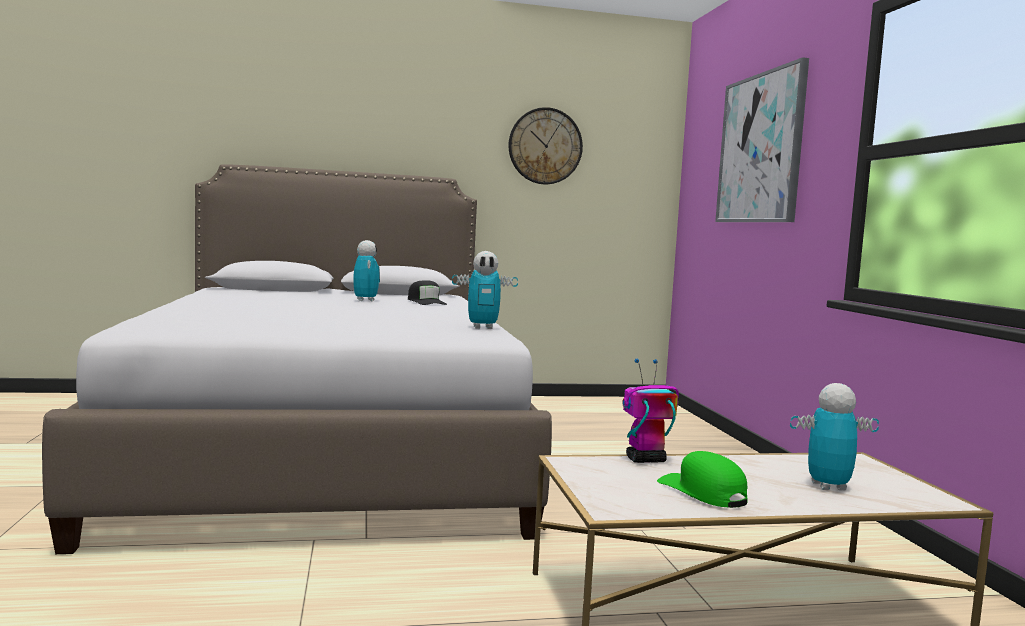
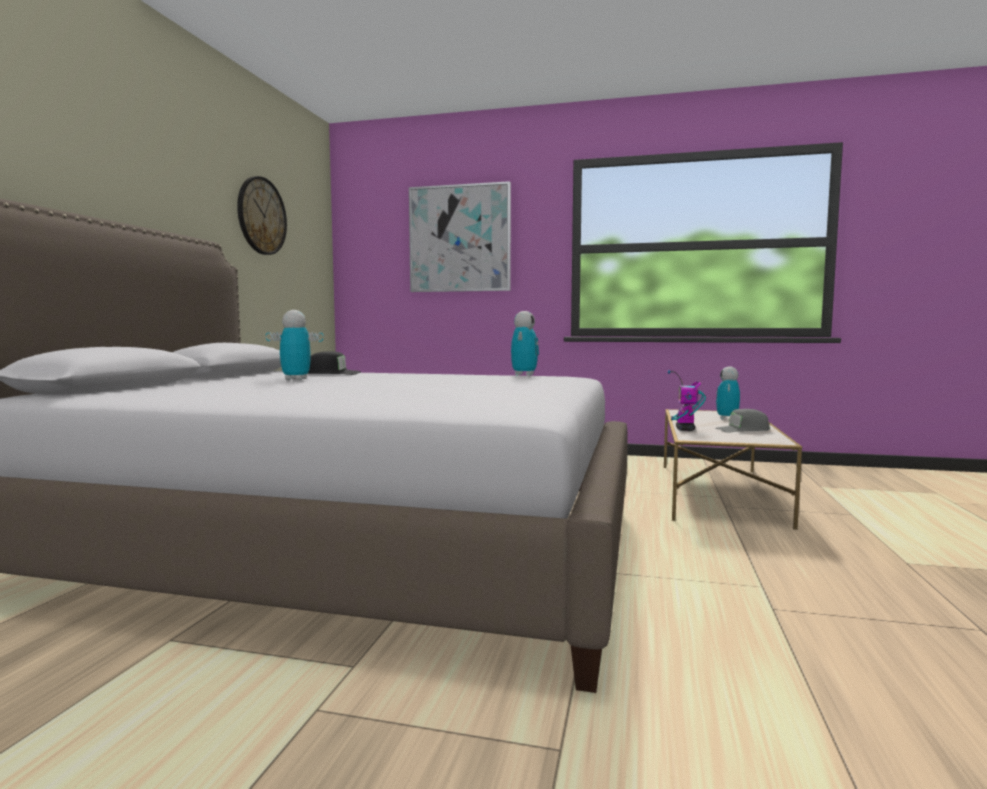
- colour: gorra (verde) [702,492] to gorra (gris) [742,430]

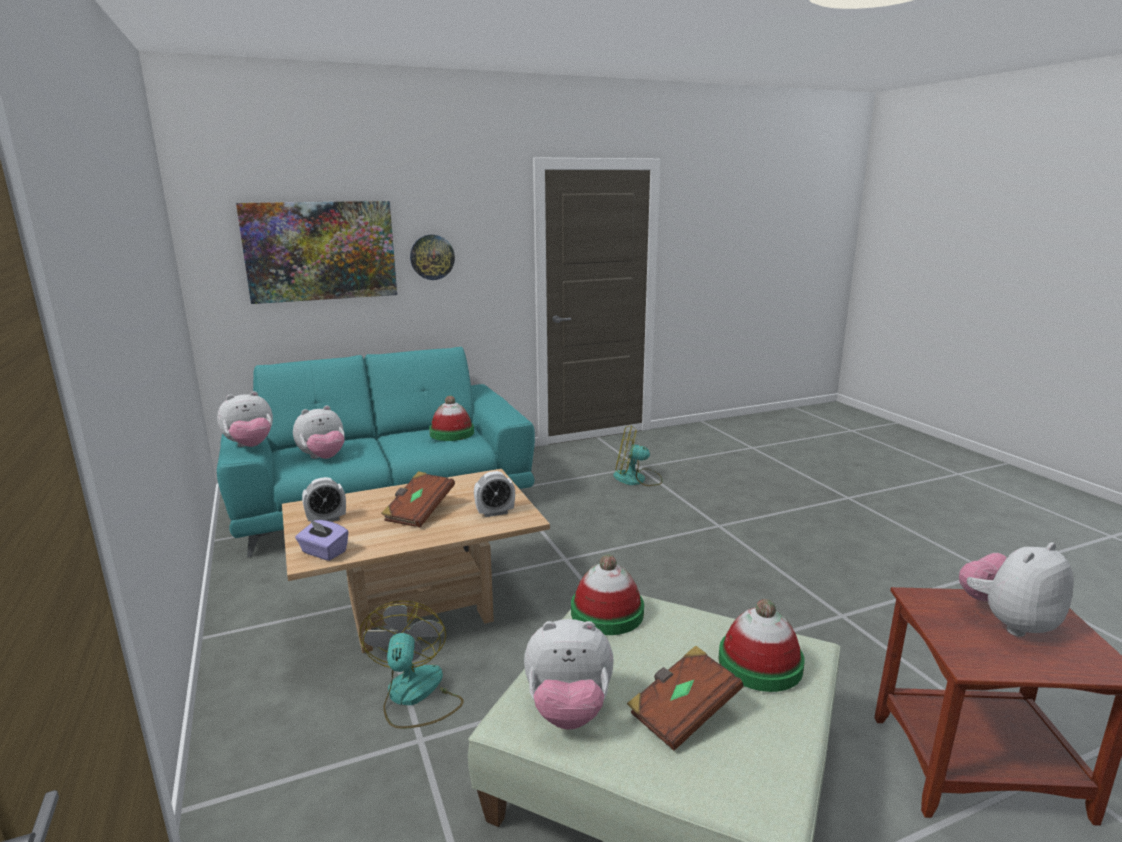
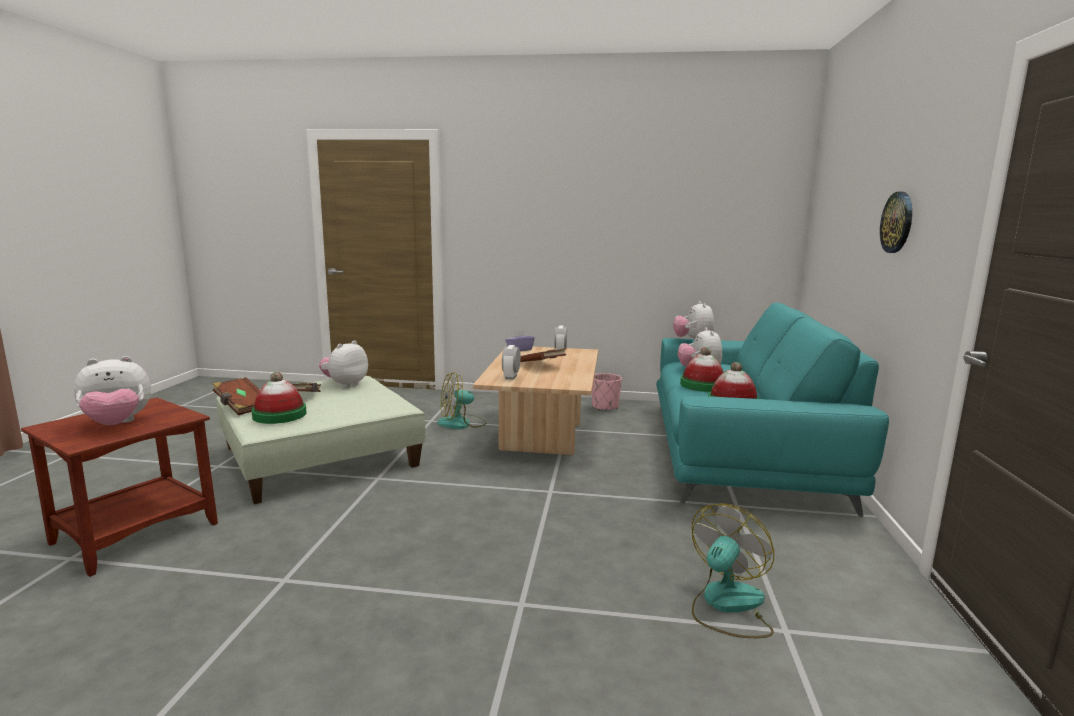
- missing: cuadro [320,251]
- appeared: libro (marrón) [242,406]
- appeared: maceta (rosa) [605,407]
- relocated: sombrero [607,613] to [702,385]
- spun: ventilador [414,696] = [461,423] 135 degrees clockwise
- spun: peluche [1008,622] = [117,425] 60 degrees clockwise

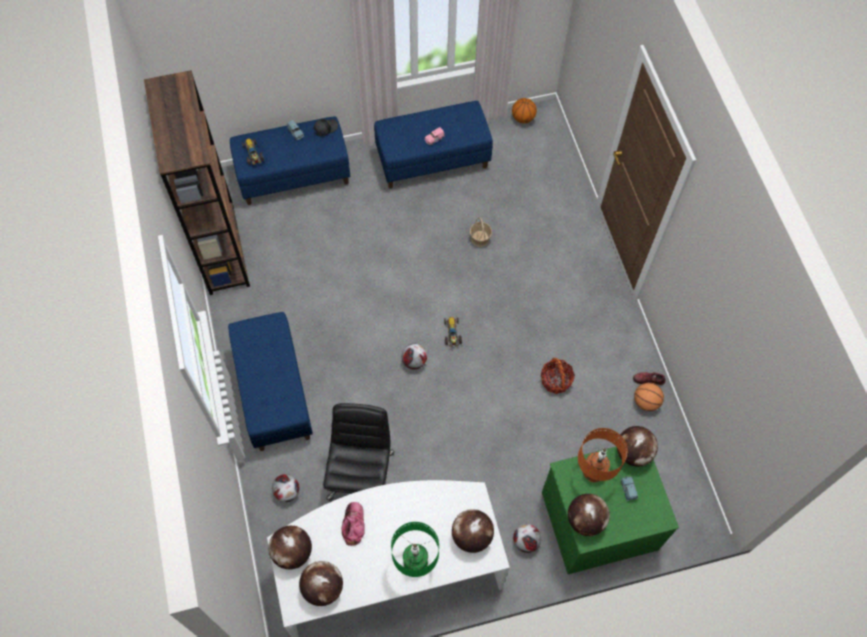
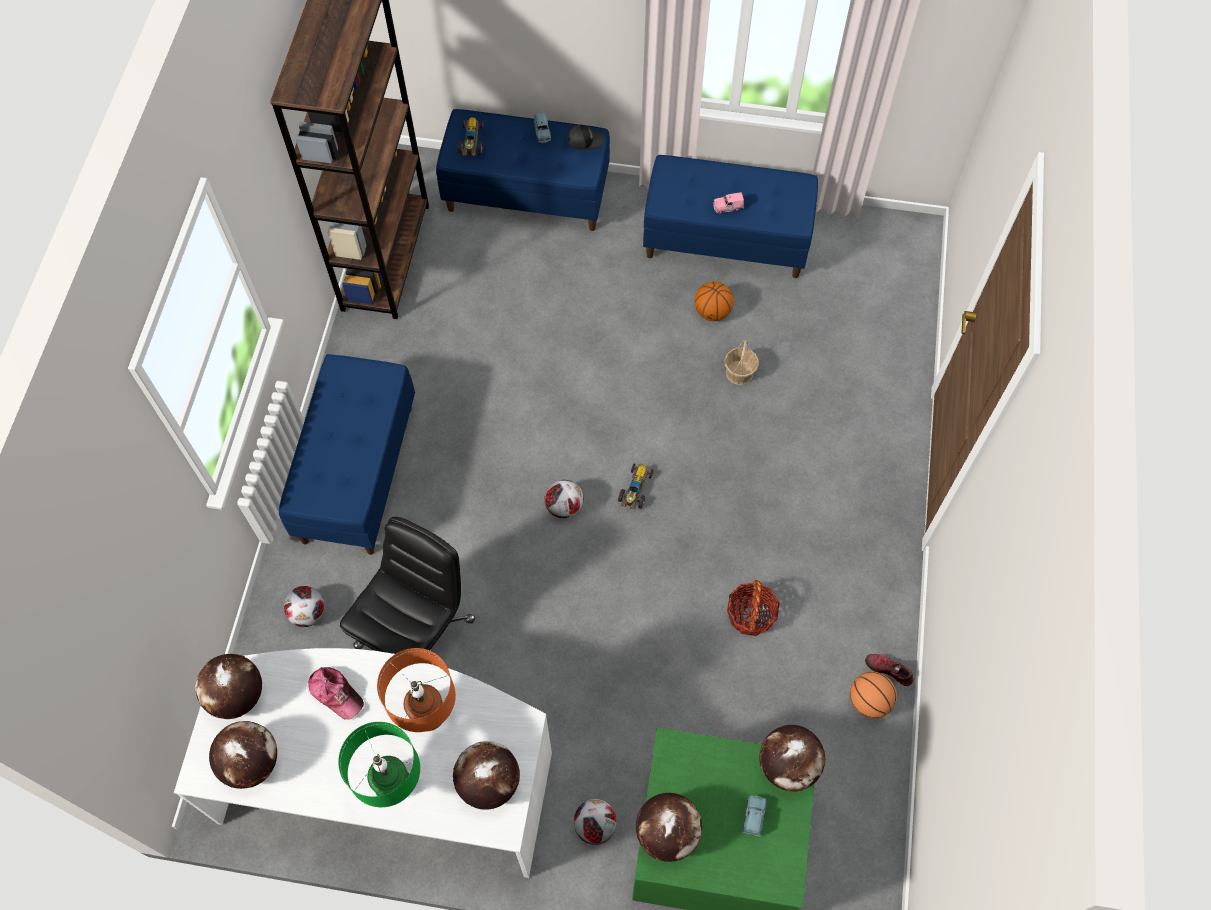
- relocated: balón de baloncesto [523,118] to [712,312]
- relocated: lámpara de mesa (naranja) [594,471] to [427,713]
- spun: gorra [353,525] = [336,693] 105 degrees clockwise

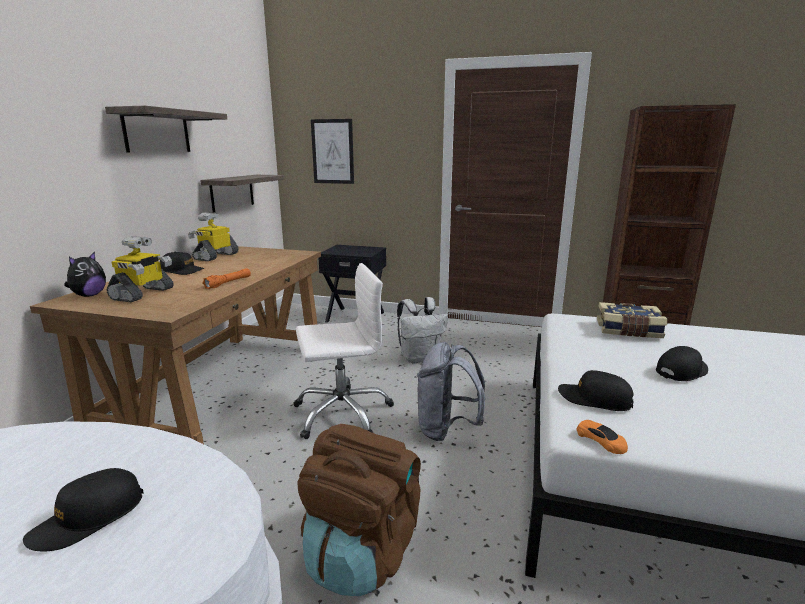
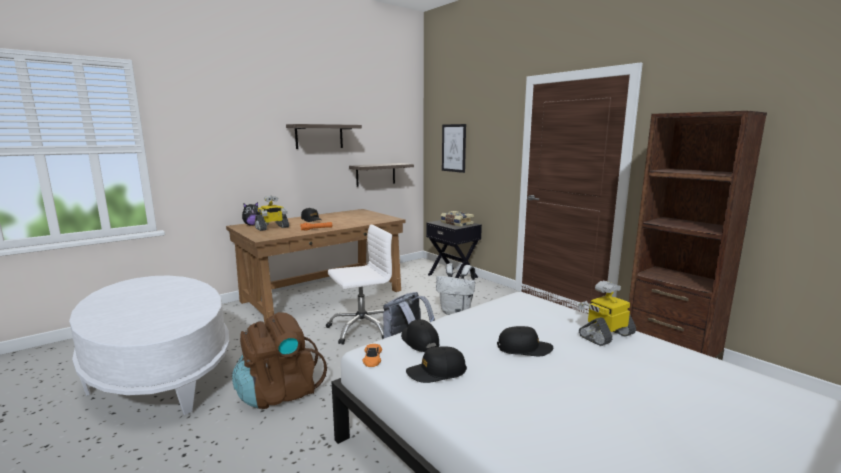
- relocated: gorra (negro) [88,518] to [436,372]
- relocated: robot de juguete [215,256] to [605,335]
- relocated: libro [628,331] to [456,224]
- spun: silla de oficina (blanco) [342,413] = [362,328] 45 degrees counterclockwise

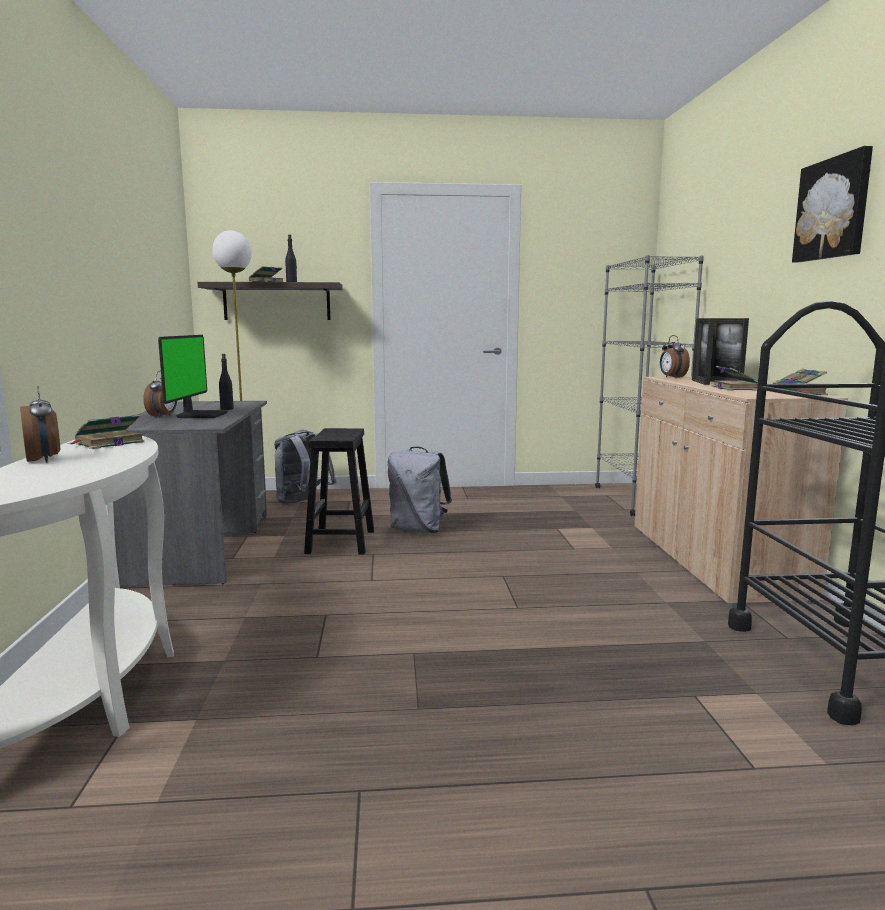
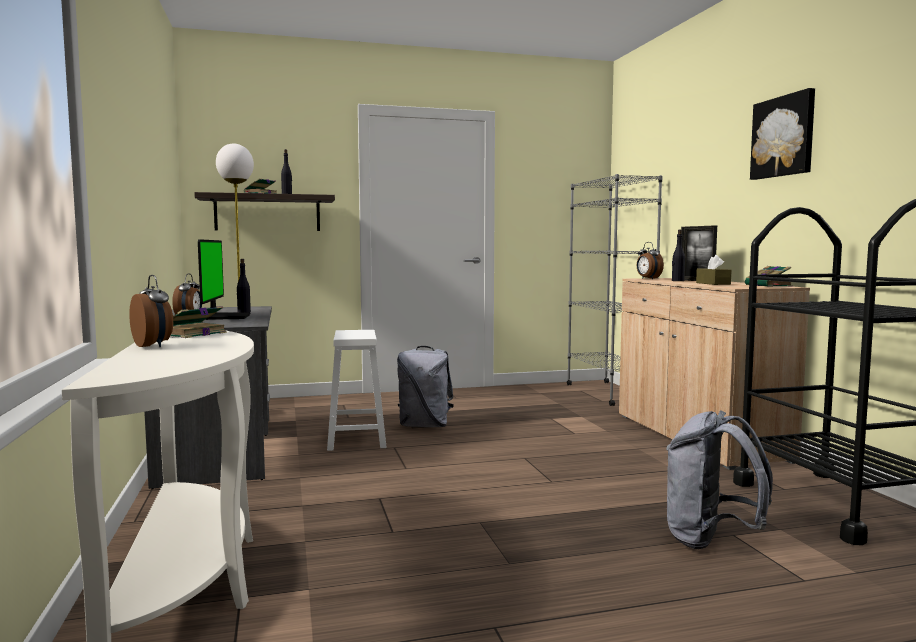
- relocated: mochila (gris) [302,502] to [710,540]
- exchanged: portarretratos [700,382] to botella (negro) [677,281]
- exchanged: libro [734,388] to caja de pañuelos (marrón) [713,283]
- colour: taburete (negro) [341,542] to taburete (blanco) [357,439]

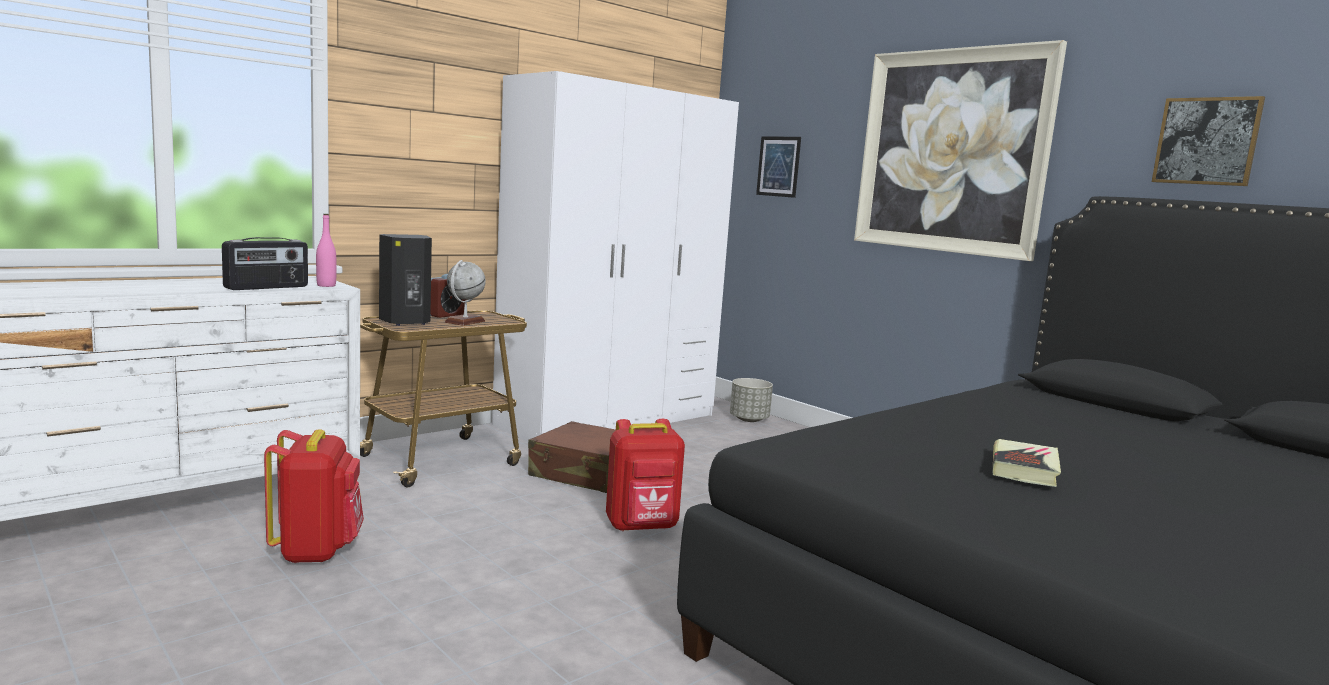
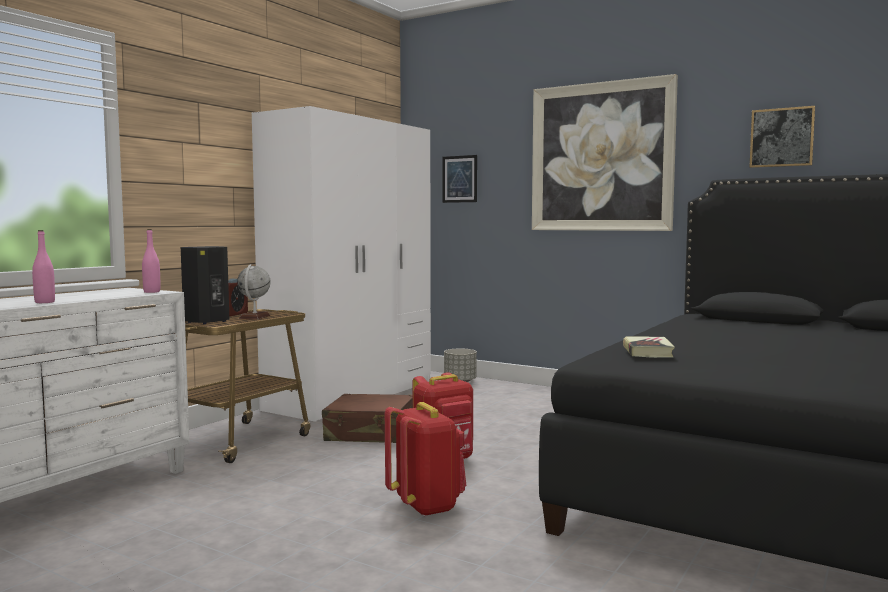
- missing: radio [267,287]
- appeared: botella (rosa) [44,302]
- relocated: mochila (rojo) [316,551] to [426,506]
- relocated: libro [1024,469] to [648,352]

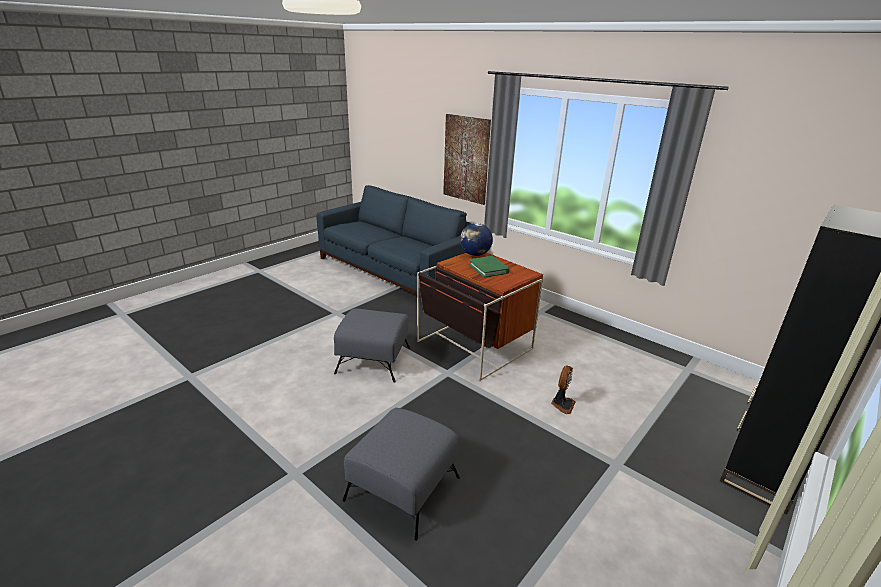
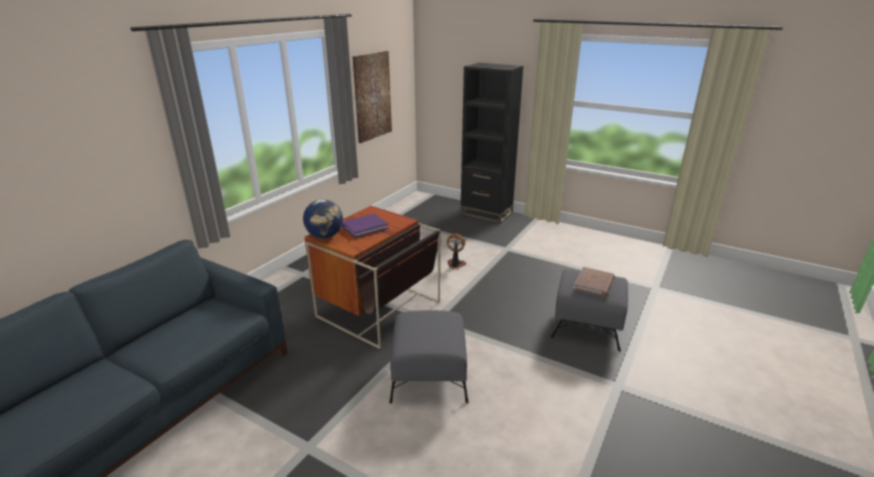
- appeared: libro (marrón) [594,284]
- relocated: cuadro [466,159] to [372,96]
- colour: libro (verde) [488,268] to libro (morado) [364,227]

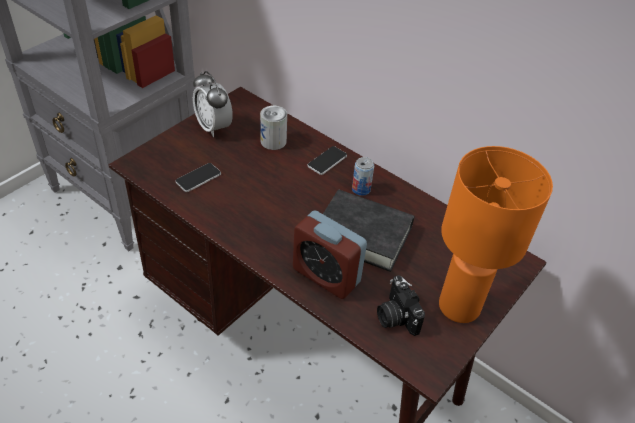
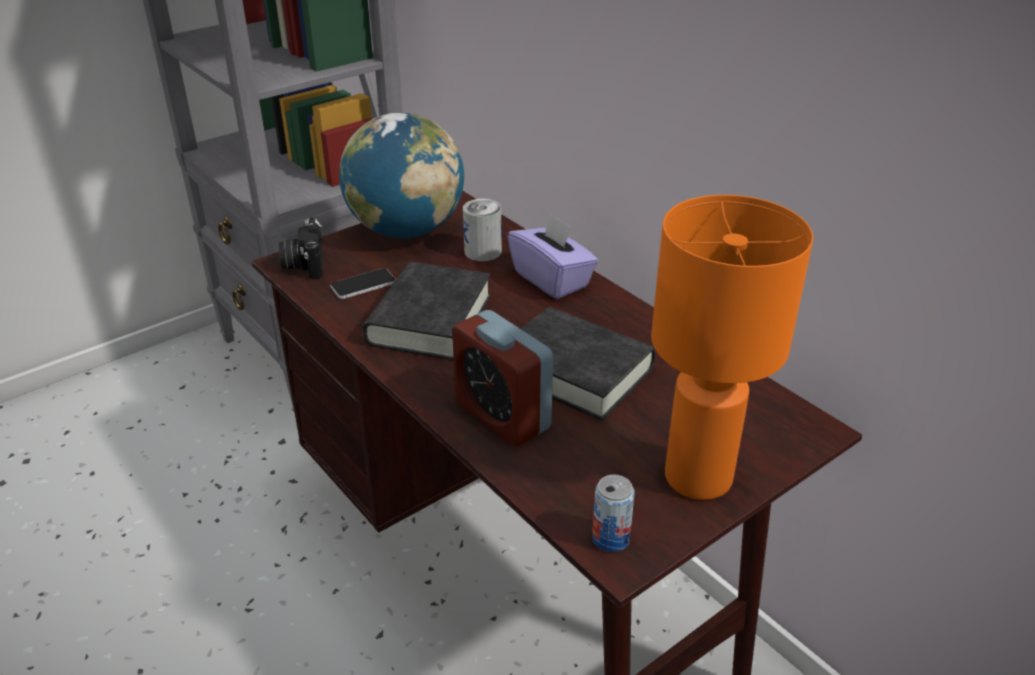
- appeared: libro (negro) [430,320]
- relocated: lata [361,189] to [610,538]
- relocated: cámara [395,316] to [304,264]
- exchanged: despertador [213,127] to globo terráqueo [406,230]
- exchanged: móvil [327,161] to caja de pañuelos (morado) [552,279]

